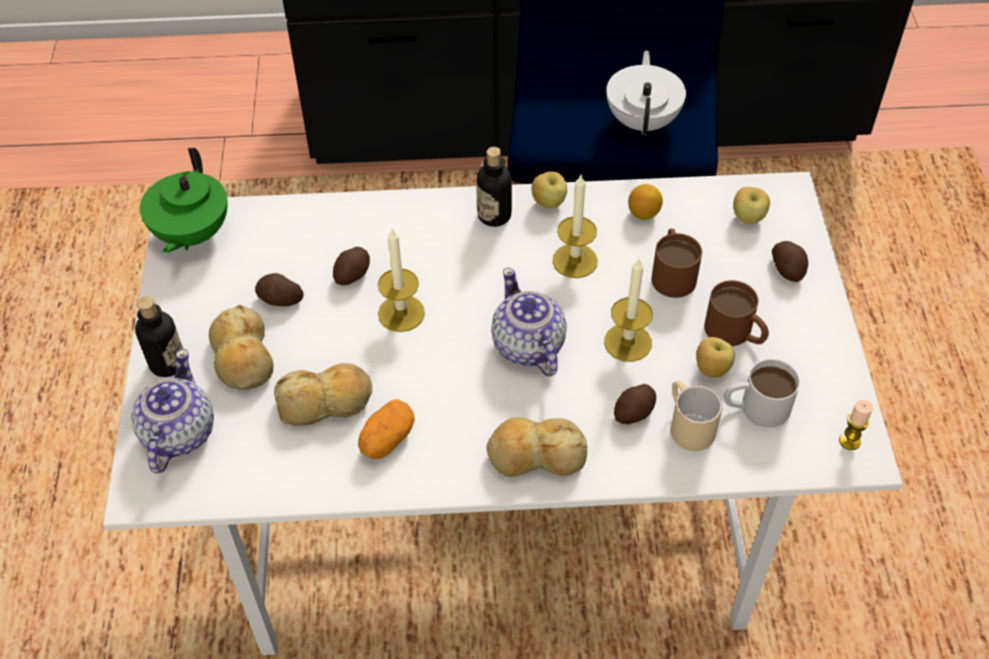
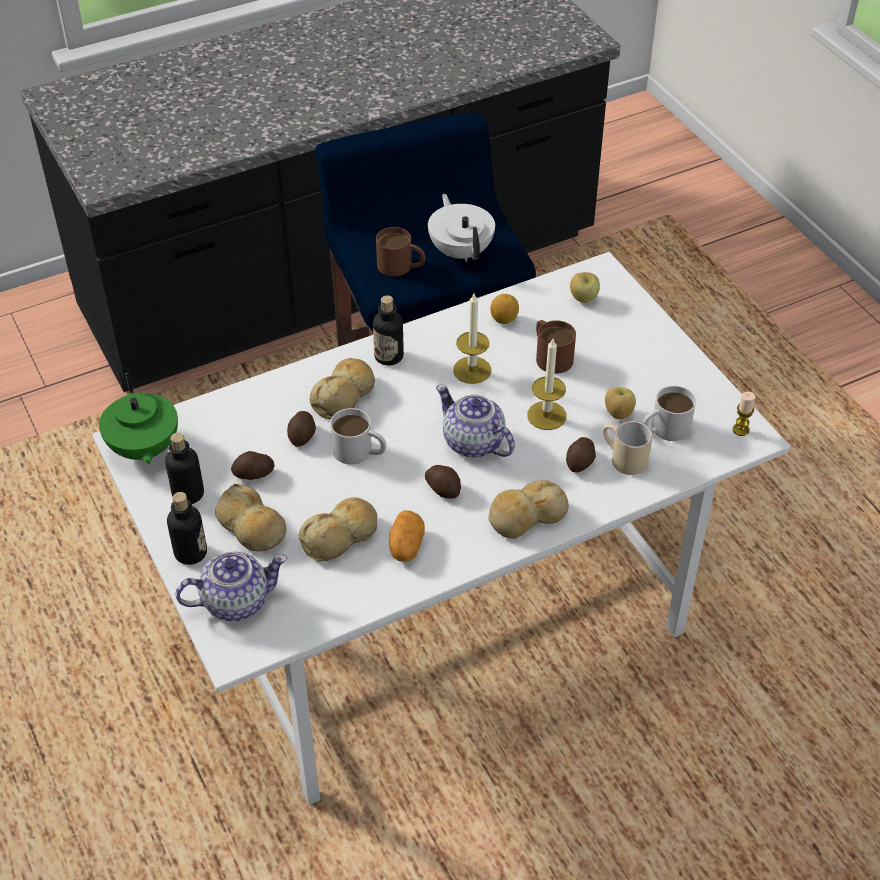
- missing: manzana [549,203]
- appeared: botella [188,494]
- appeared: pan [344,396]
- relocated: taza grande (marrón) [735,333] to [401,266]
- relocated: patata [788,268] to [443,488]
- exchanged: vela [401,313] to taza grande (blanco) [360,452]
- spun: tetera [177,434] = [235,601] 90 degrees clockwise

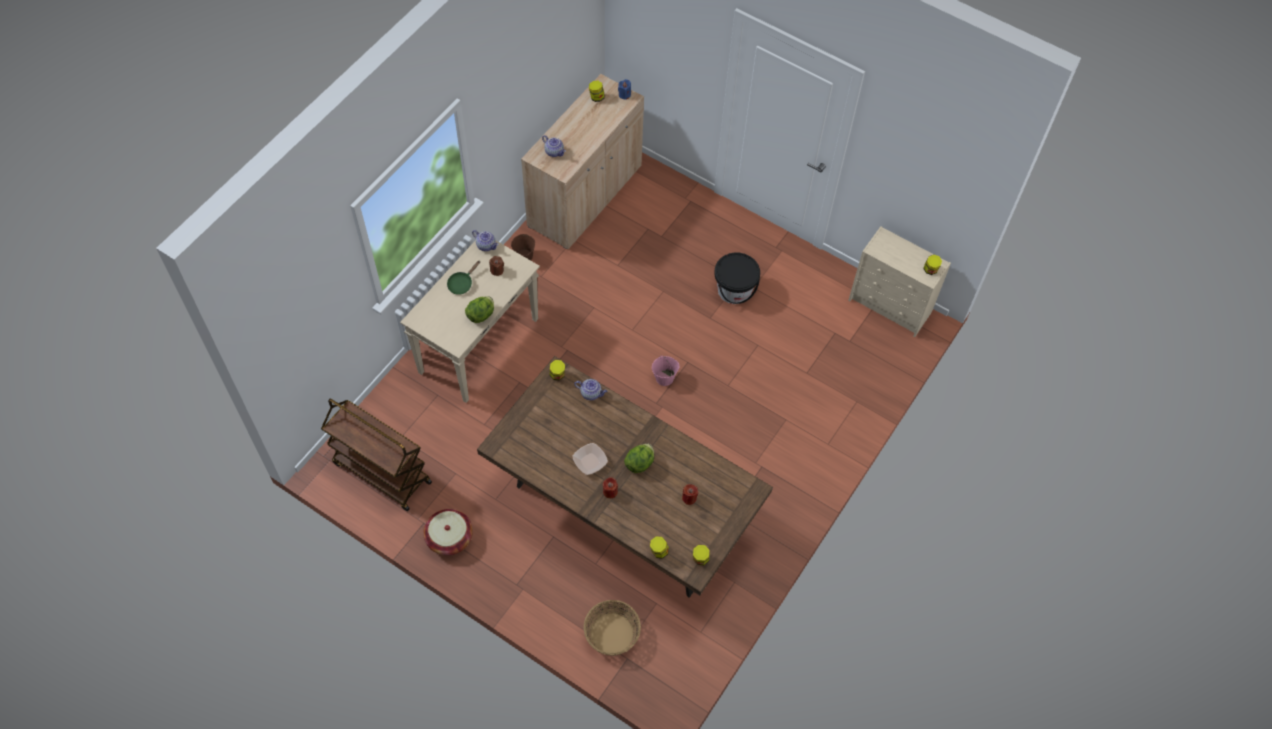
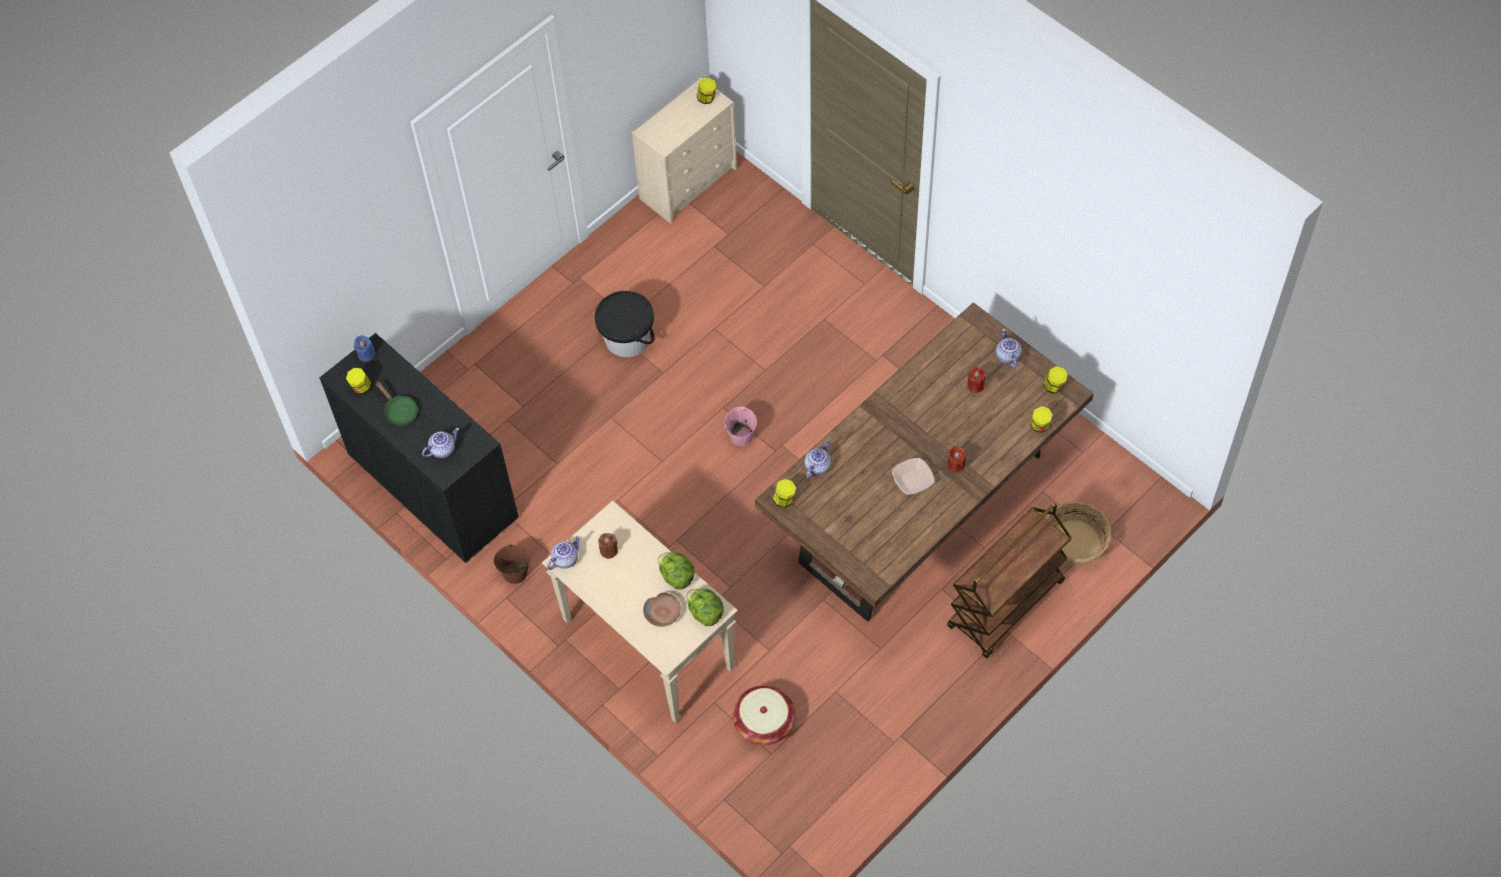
- appeared: cuenco (marrón) [663,613]
- appeared: tetera [1007,356]
- relocated: carrito (marrón) [381,473] to [1006,605]
- relocated: cesta [449,538] to [764,722]
- relocated: sartén (verde) [462,283] to [399,411]
- relocated: lechuga [640,463] to [705,612]
- colour: armario (beis) [585,196] to armario (negro) [433,486]

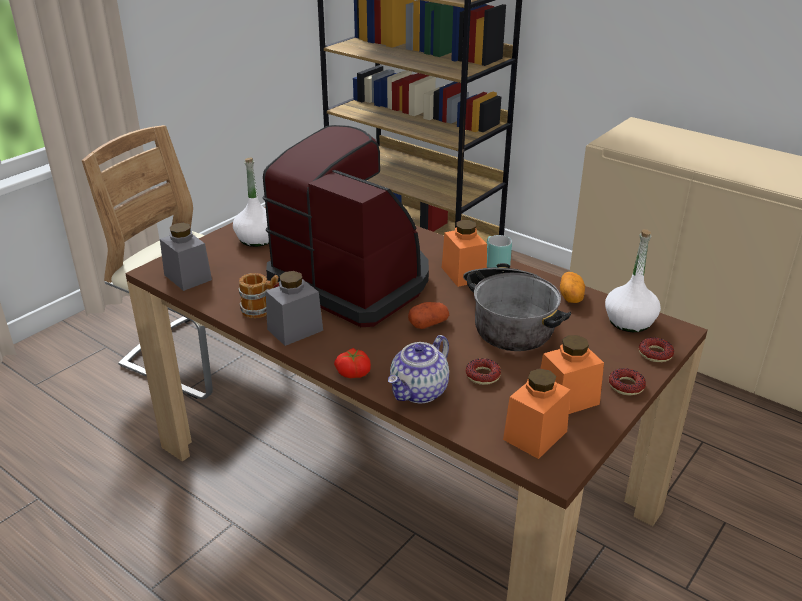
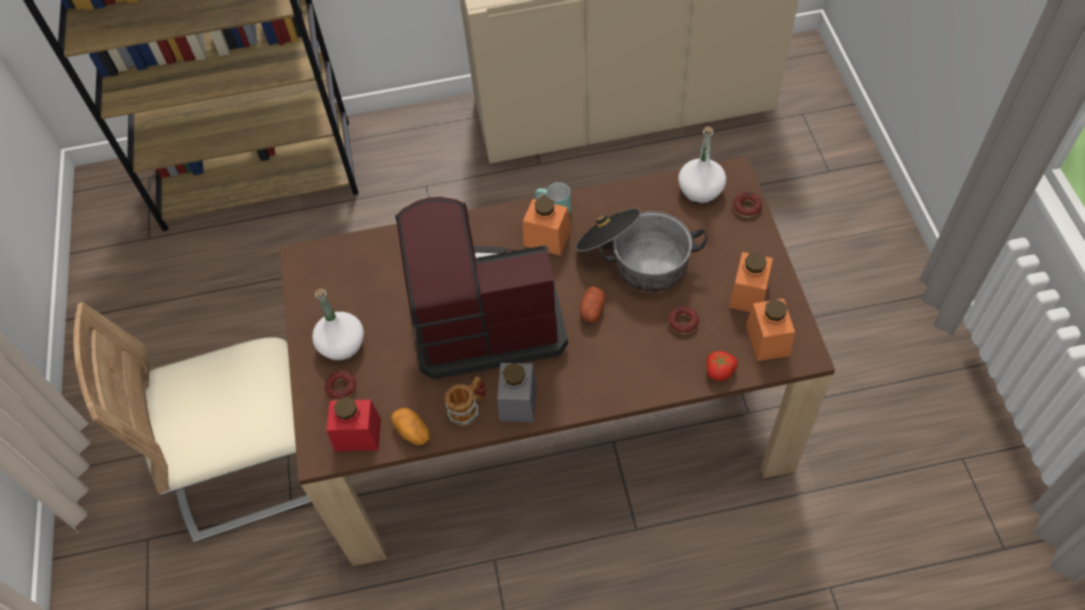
- missing: tetera [419,392]
- relocated: tomate [353,372] to [719,370]
- relocated: patata [571,297] to [412,432]
- relocated: rosquilla [626,386] to [341,387]
- colour: tarro (gris) [188,277] to tarro (rojo) [358,434]

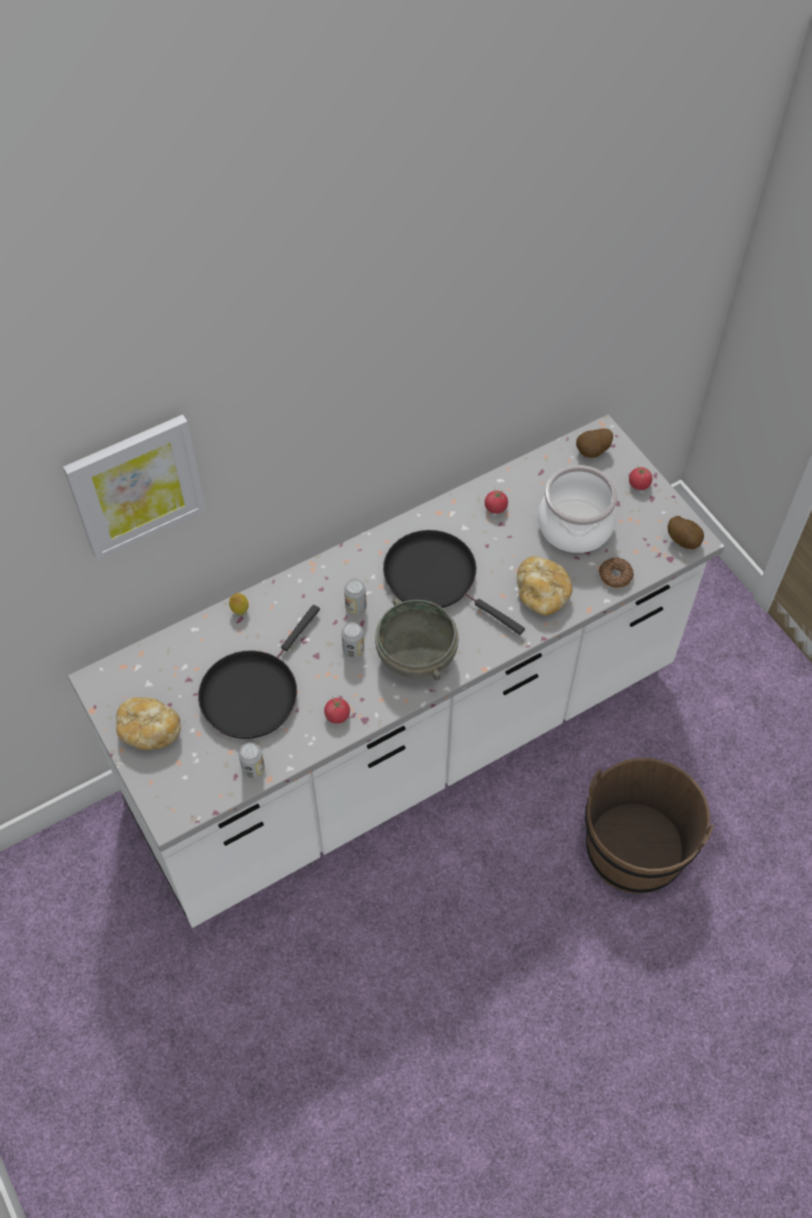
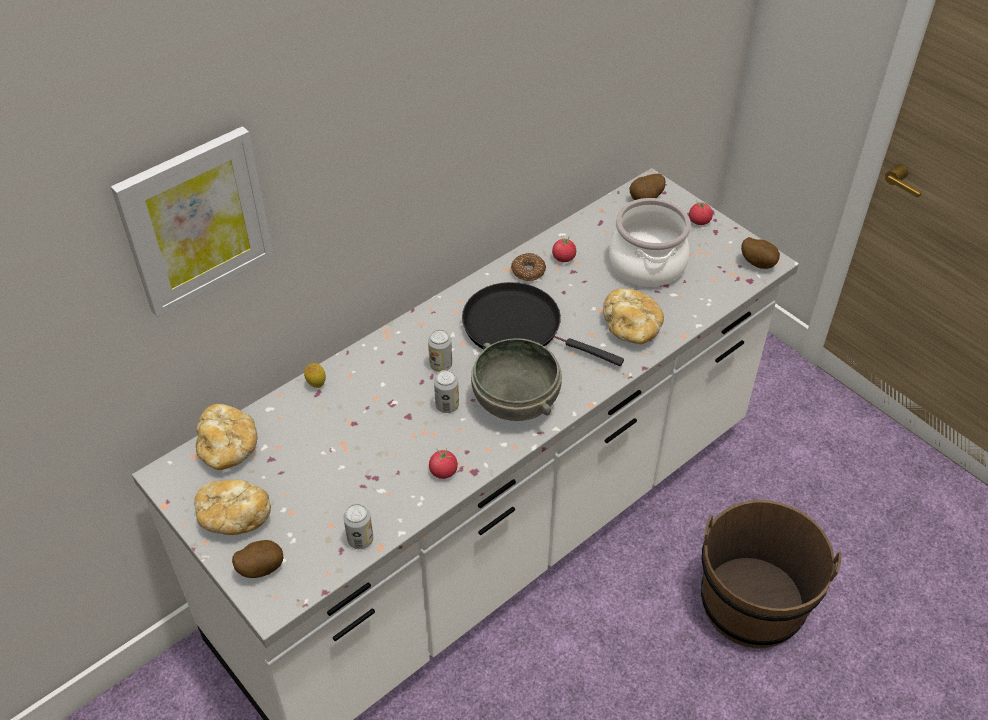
- missing: sartén (negro) [253,692]
- appeared: pan [228,448]
- appeared: patata [260,568]
- relocated: rosquilla [615,576] to [528,271]

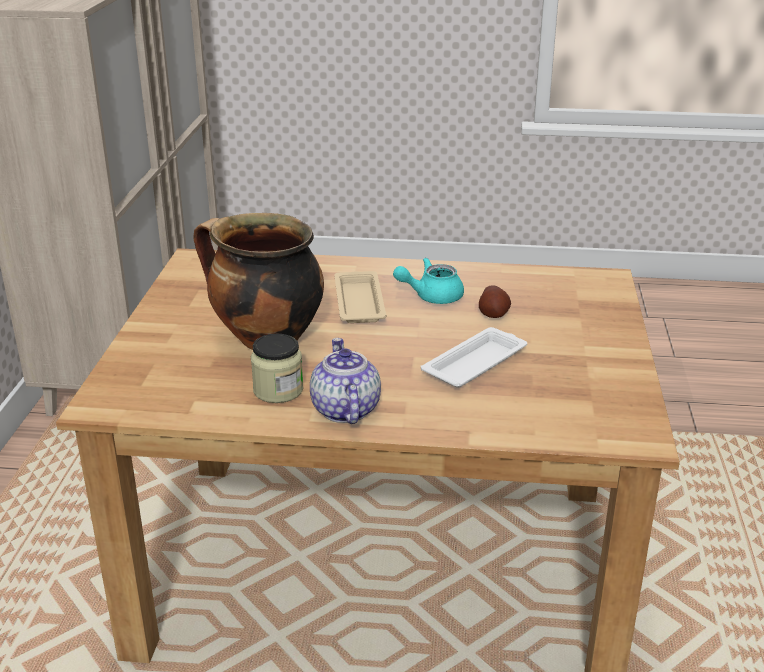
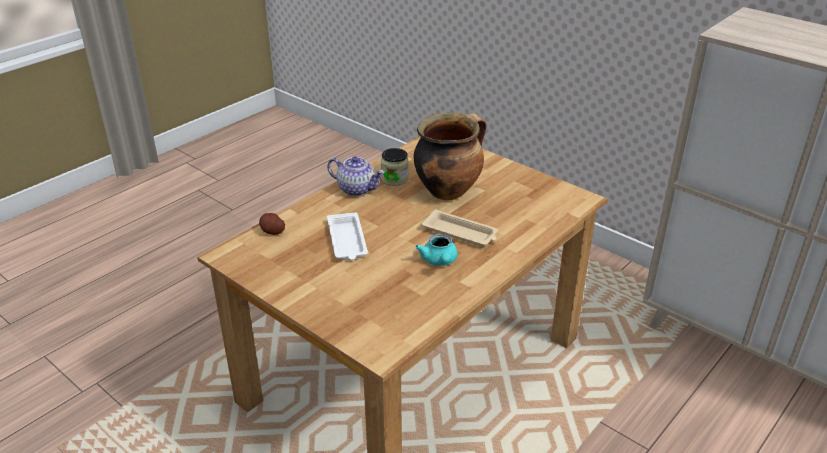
- relocated: patata [493,314] to [272,231]
- spun: tetera (turquesa) [431,296] = [439,261] 150 degrees clockwise

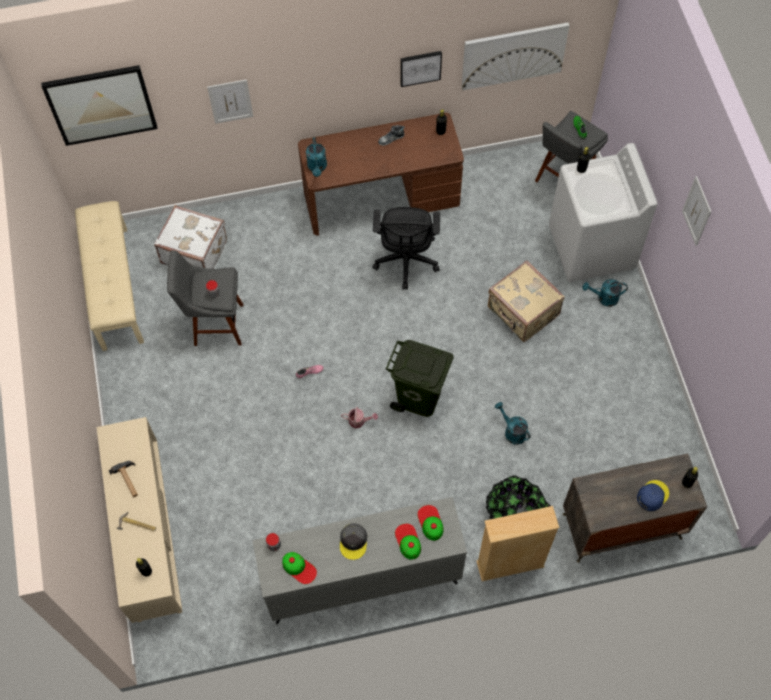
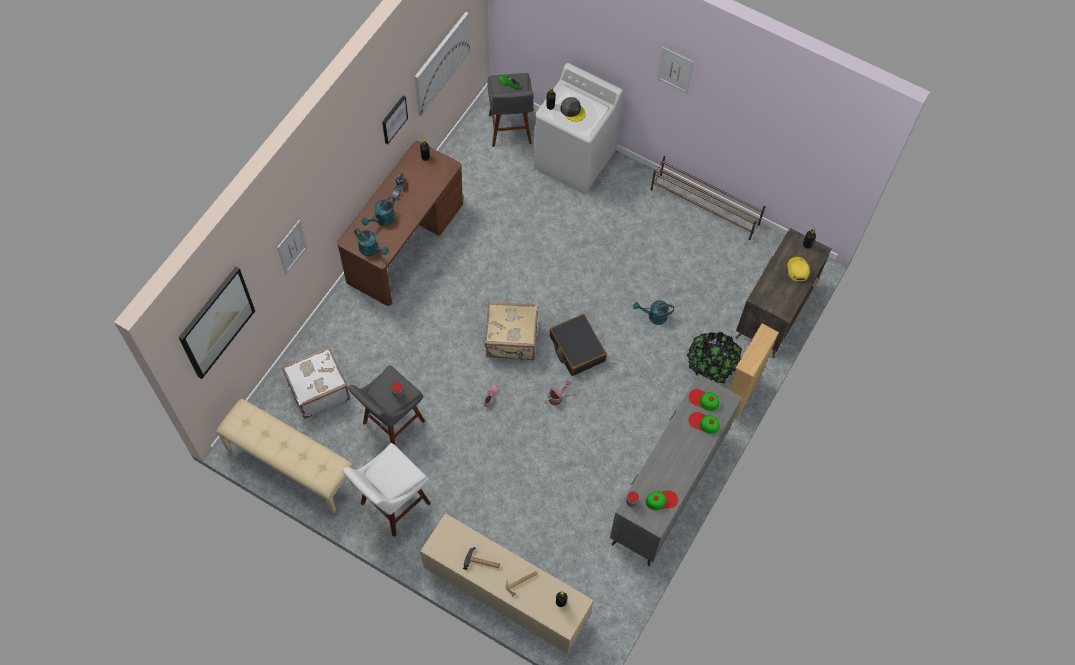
- missing: silla de oficina (negro) [406,261]
- appeared: taburete (blanco) [392,506]
- appeared: zapatero (marrón) [705,207]
- relocated: gorra (gris) [353,541] to [572,111]
- relocated: maleta (beis) [522,312] to [512,340]
- relocated: regadera (turquesa) [604,298] to [382,220]
- exchanged: papelera (verde) [418,398] to maleta (negro) [577,349]
- colour: gorra (azul) [652,495] to gorra (amarillo) [797,269]

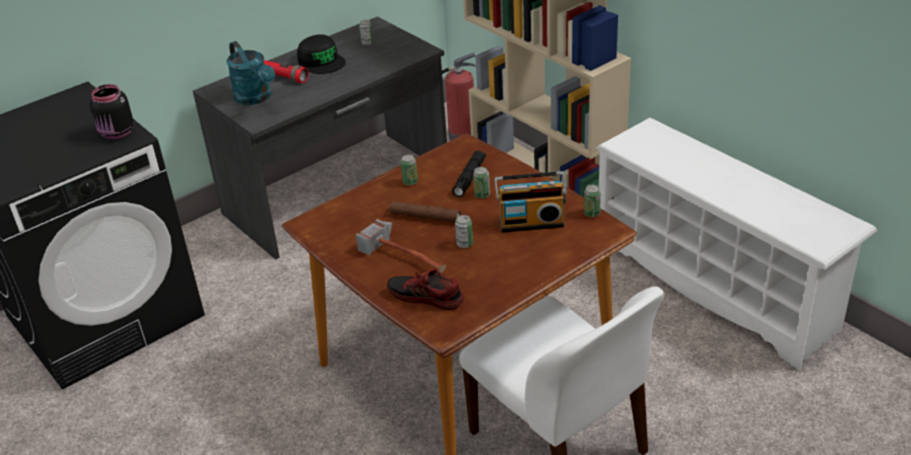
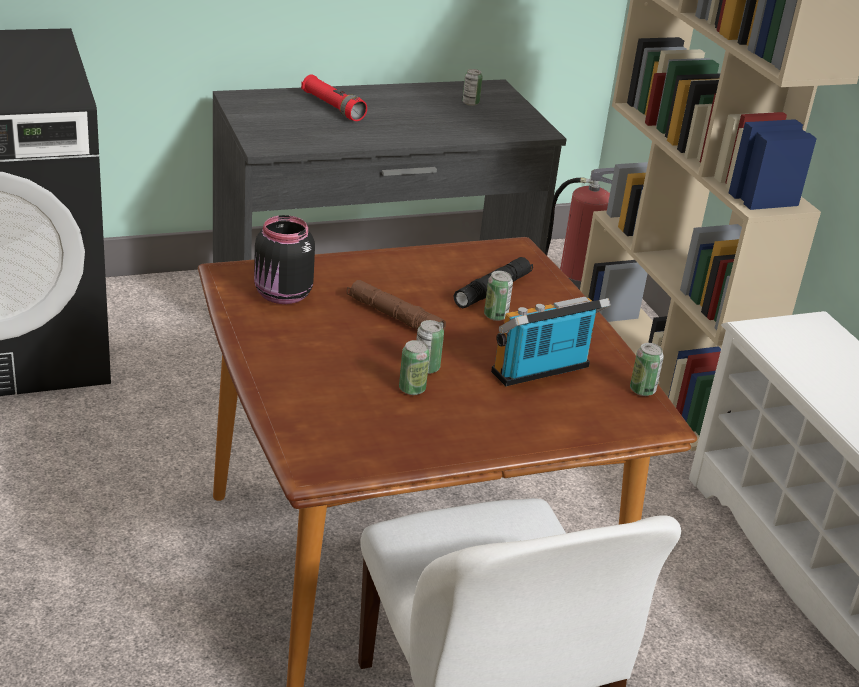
- missing: regadera (turquesa) [256,98]
- missing: gorra (negro) [321,61]
- missing: martillo [409,255]
- missing: zapato [425,298]
- relocated: tarro (negro) [117,134] to [282,296]
- relocated: lata [410,182] to [412,389]
- spun: radio [531,222] = [543,372] 135 degrees clockwise

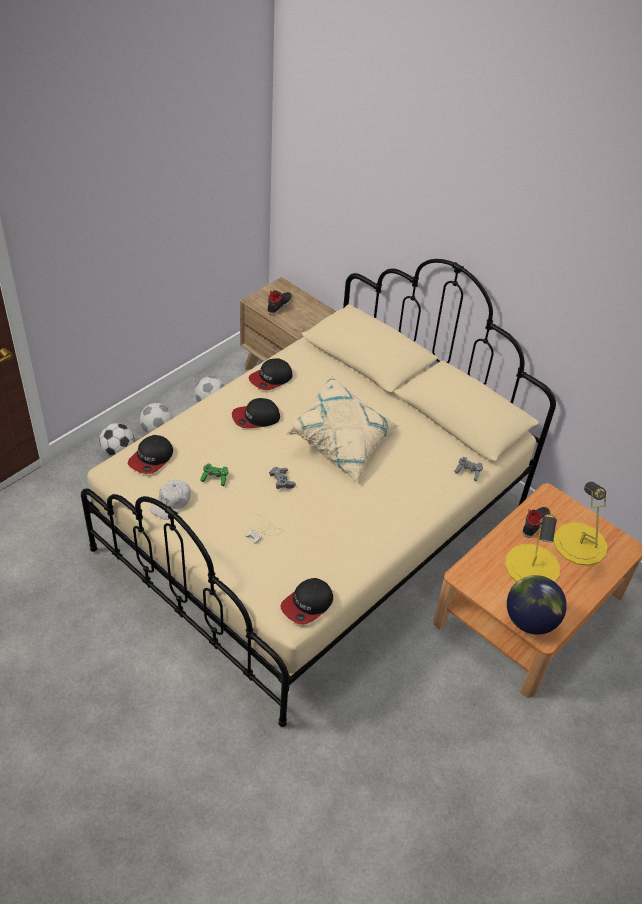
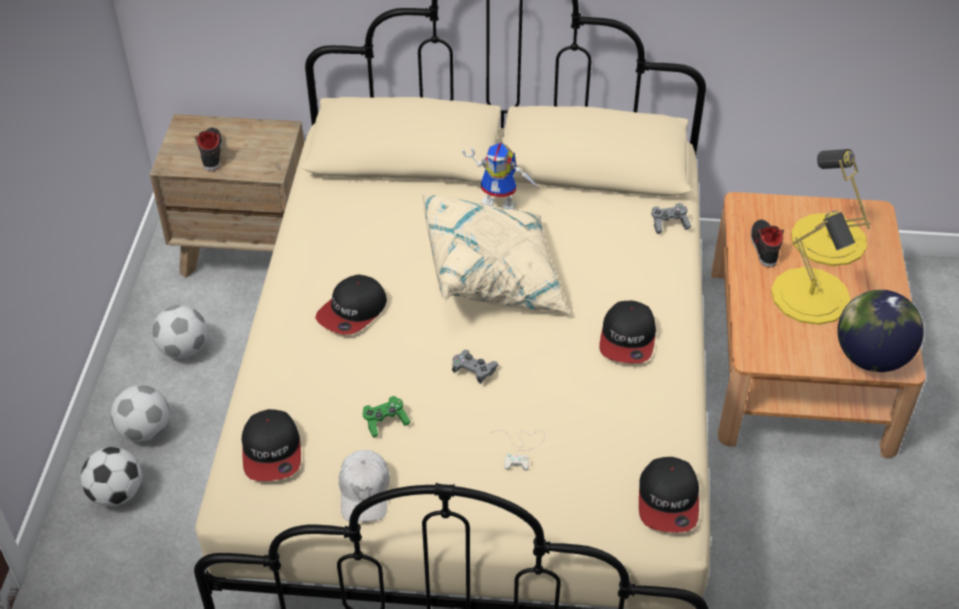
- appeared: robot de juguete [502,204]
- relocated: gorra [271,379] to [628,339]

